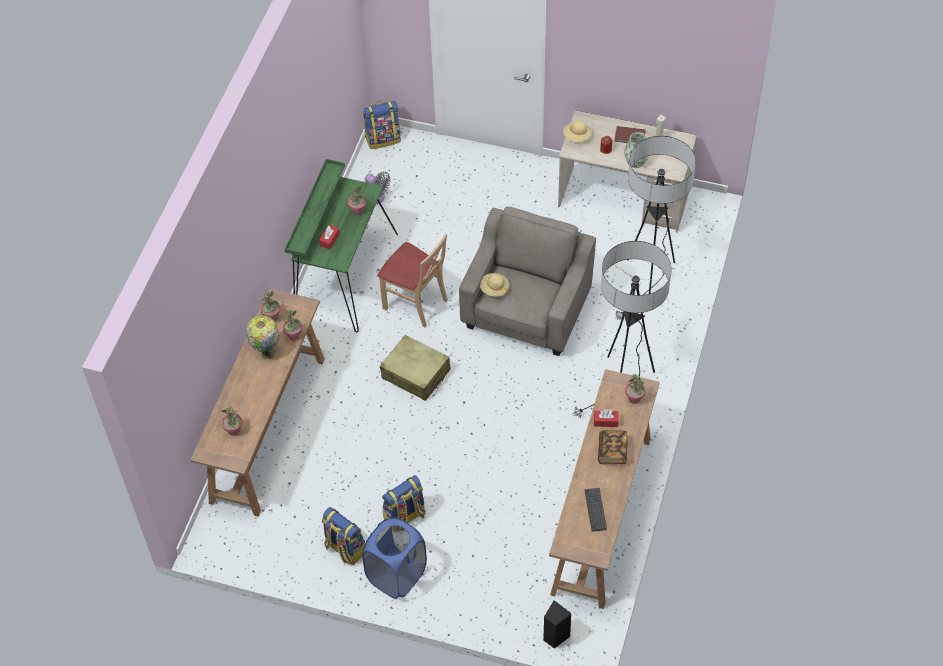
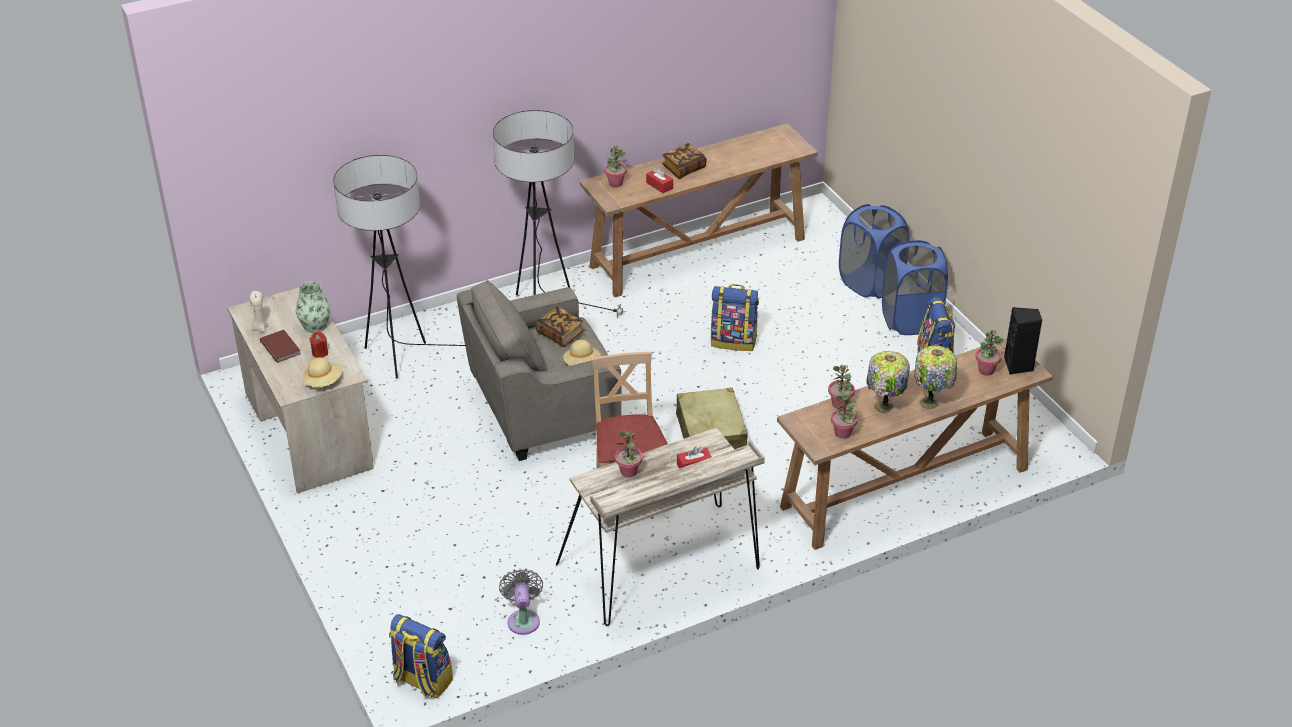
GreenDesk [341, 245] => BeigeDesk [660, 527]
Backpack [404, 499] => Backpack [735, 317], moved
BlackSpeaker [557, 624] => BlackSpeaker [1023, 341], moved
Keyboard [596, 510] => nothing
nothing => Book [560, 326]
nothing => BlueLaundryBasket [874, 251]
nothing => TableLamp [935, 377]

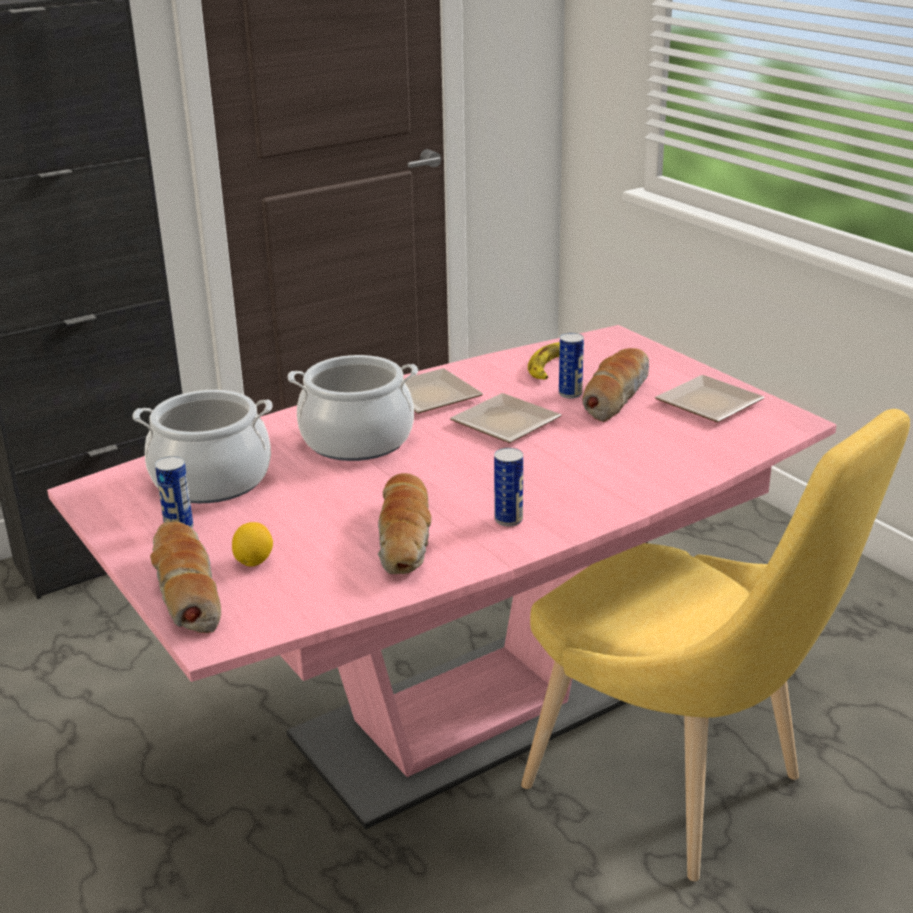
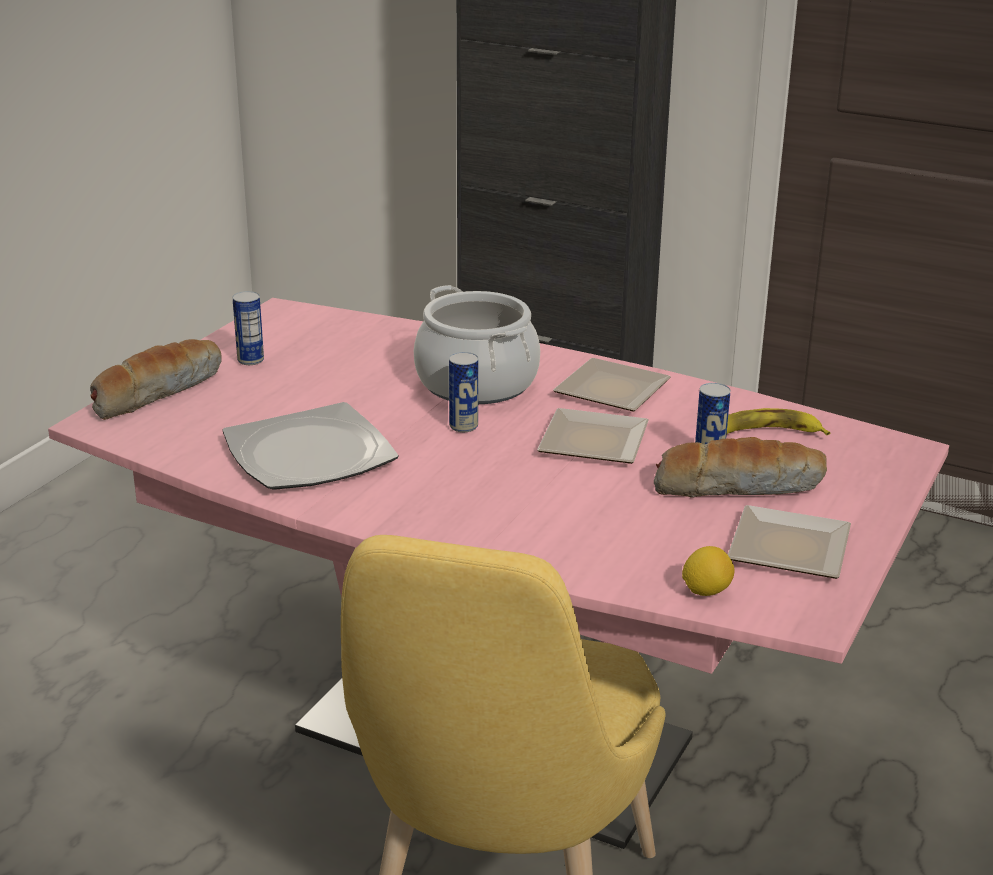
CookingPot [203, 446] => nothing
Lemon [252, 544] => Lemon [708, 571], moved
Bread [405, 523] => Plate [311, 446]
Can [508, 487] => Can [463, 392], moved

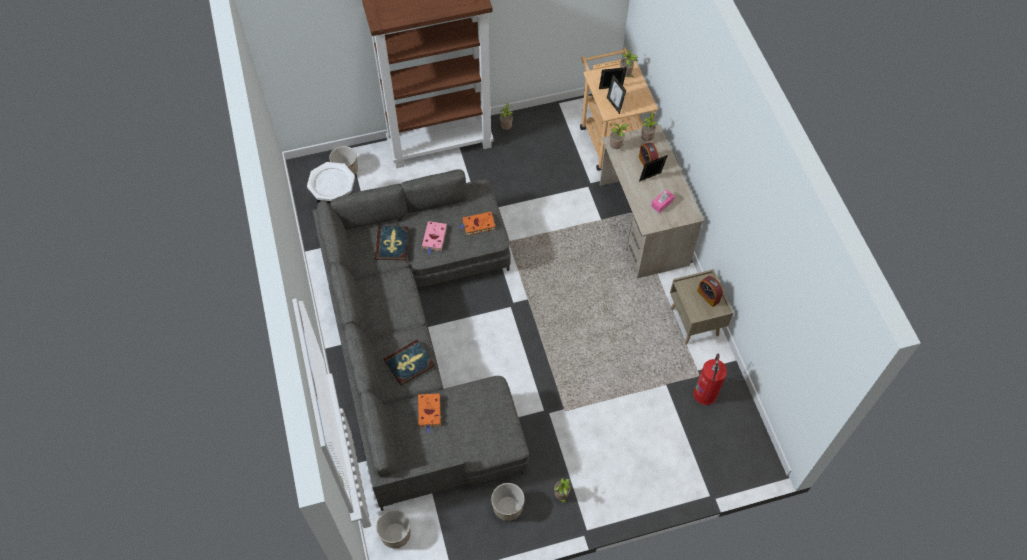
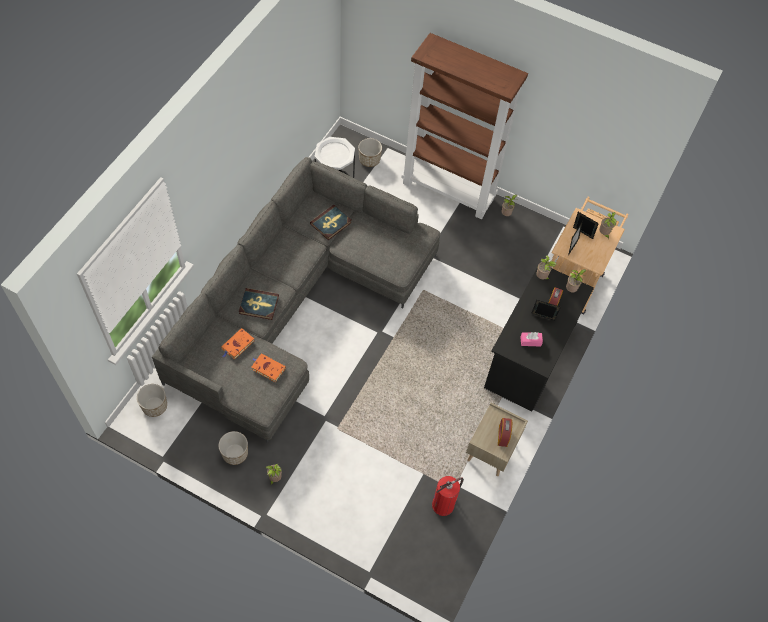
PinkBook [434, 238] => nothing
OrangeBook [477, 223] => OrangeBook [268, 367], moved
BeigeDesk [652, 201] => BlackDesk [539, 339]

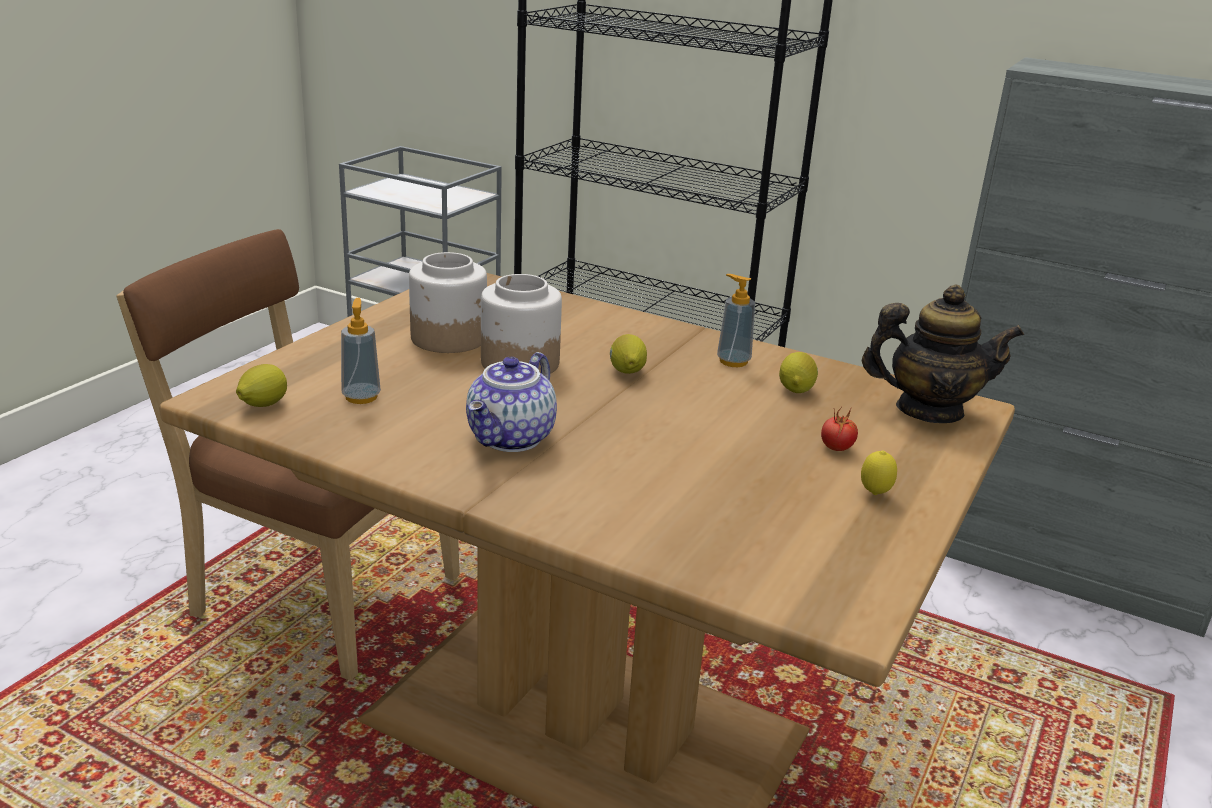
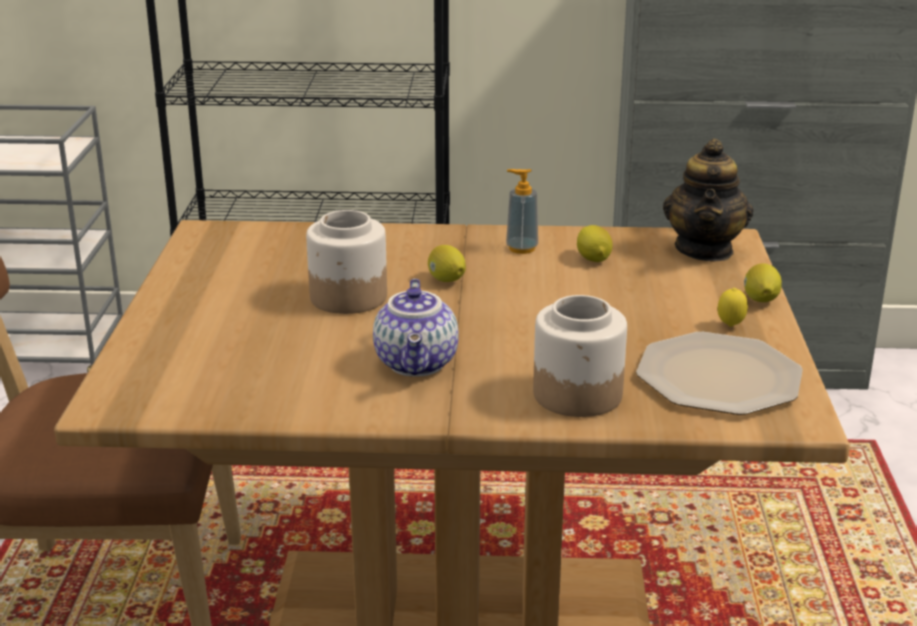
Lemon [261, 385] => Lemon [763, 282], moved
SoapDispenser [361, 351] => nothing
Jar [448, 302] => Jar [580, 356], moved
Tomato [839, 429] => nothing
Teapot [943, 354] => Teapot [708, 200], 120 degrees clockwise
nothing => Plate [719, 373]

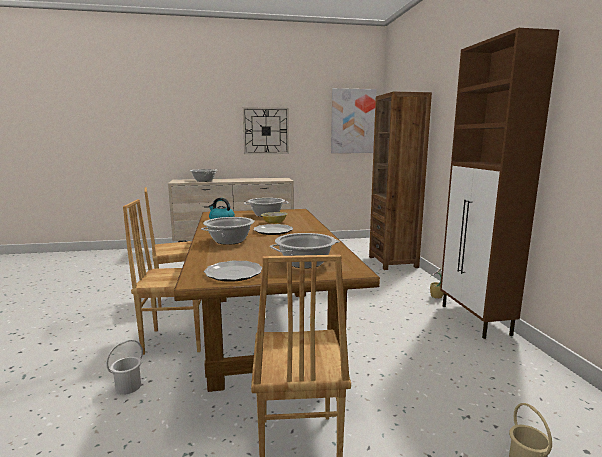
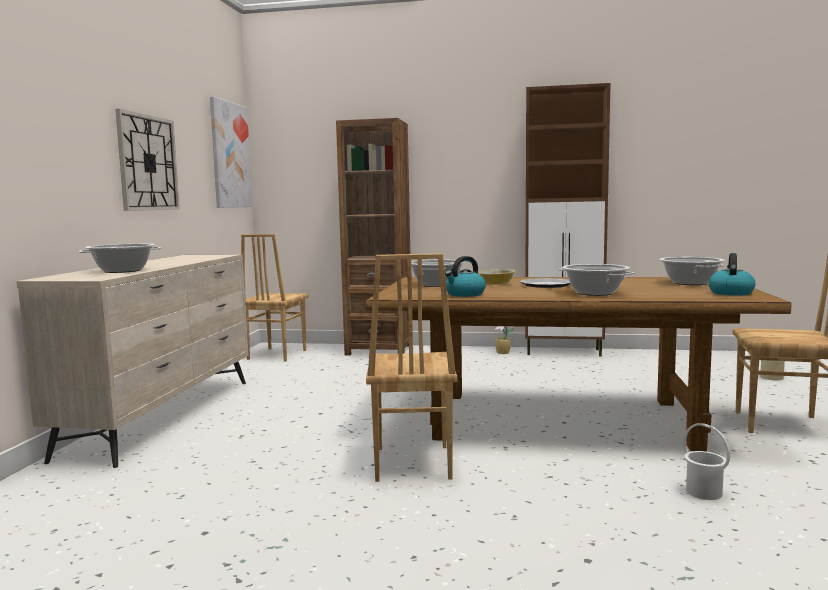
BrownChair [162, 277] => BrownChair [274, 298], moved
Plate [233, 271] => Kettle [732, 274]

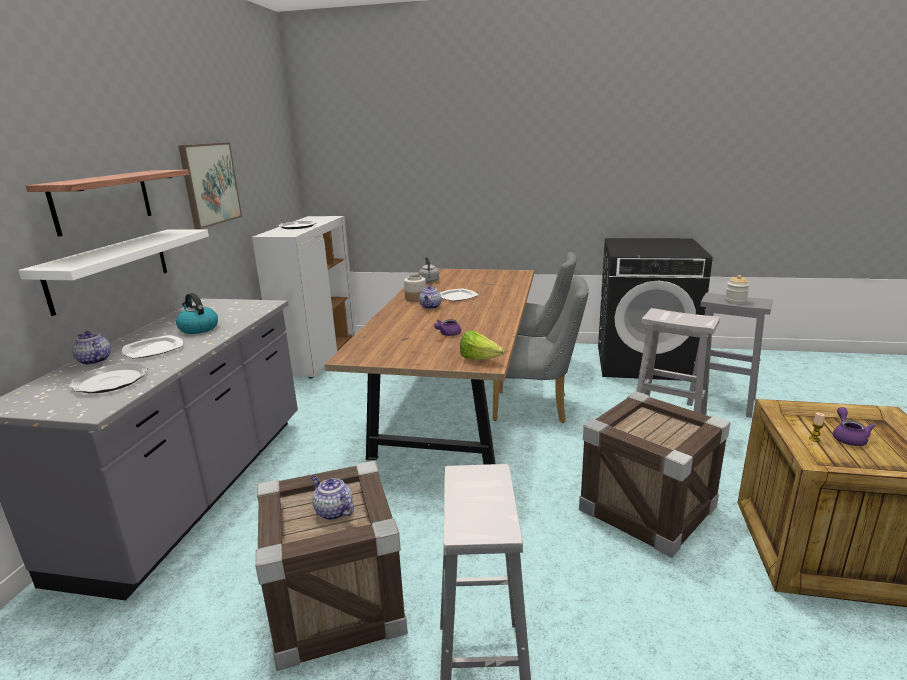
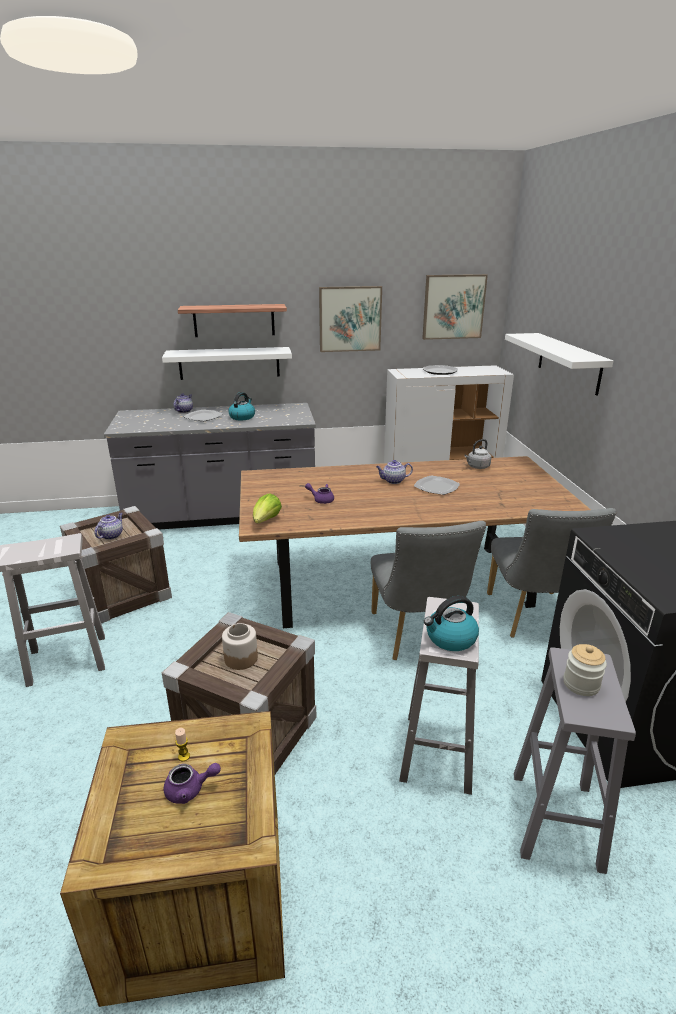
Plate [108, 378] => nothing
Jar [415, 288] => Jar [240, 646], moved
nothing => Picture [455, 307]
nothing => Kettle [451, 623]
nothing => WhiteShelf [559, 364]

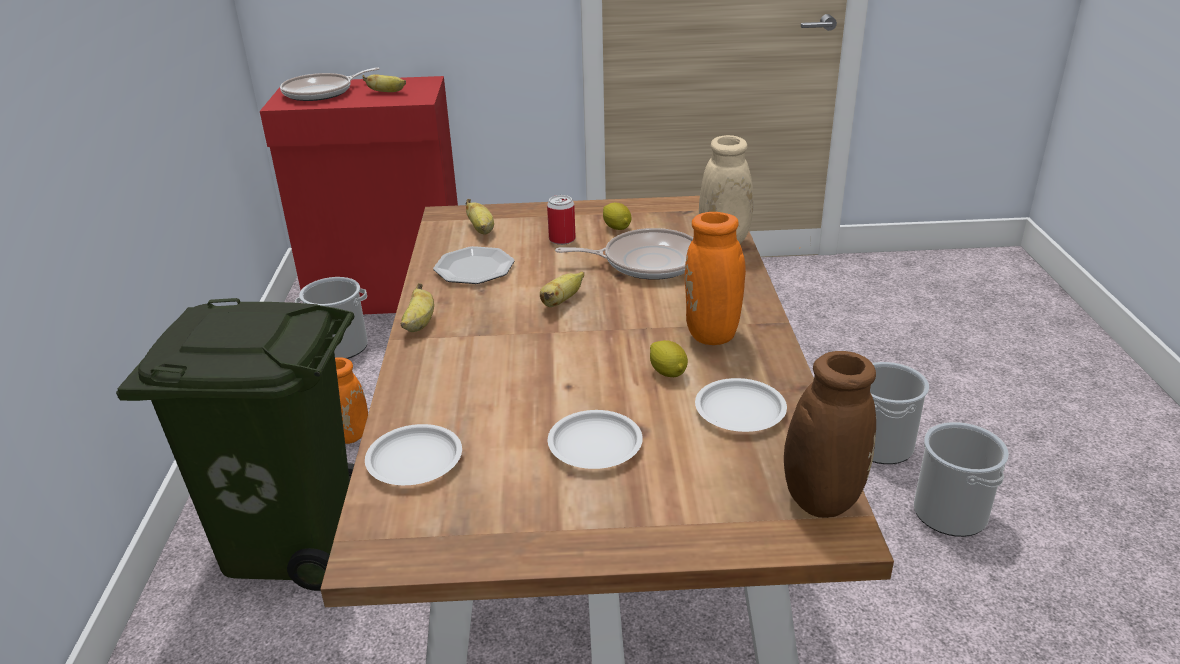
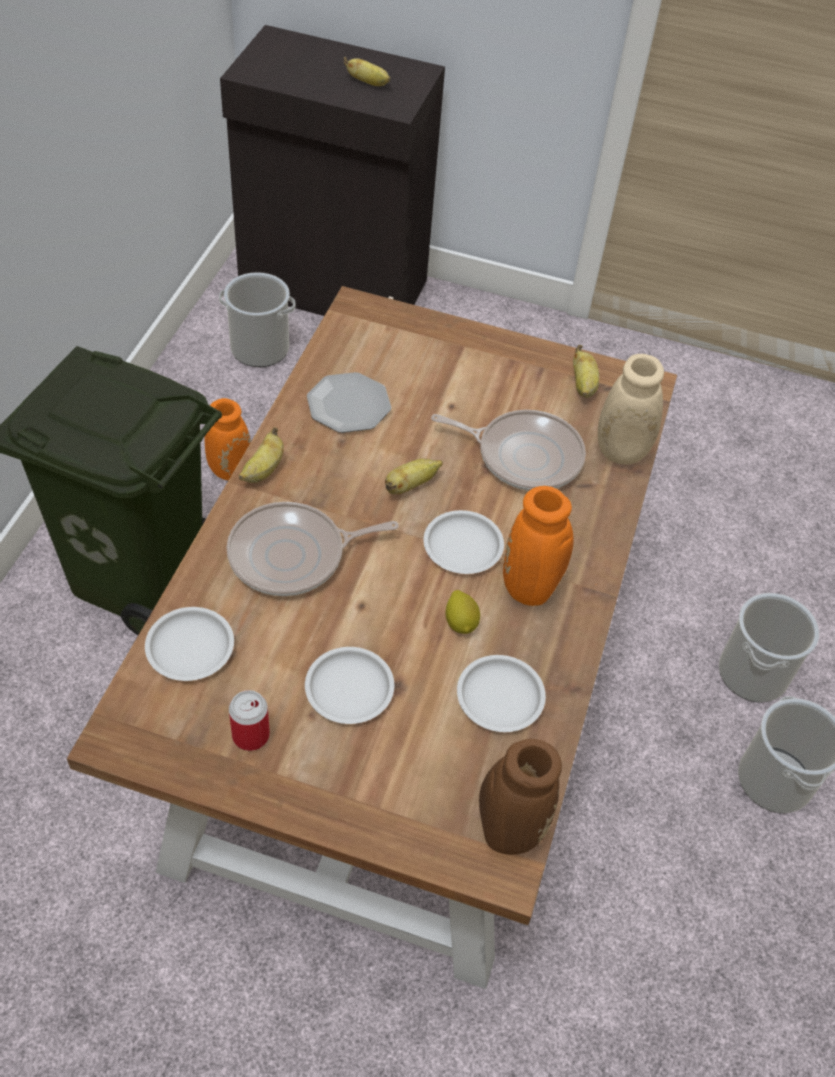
RedCabinet [359, 195] => BlackCabinet [332, 170]
FryingPan [330, 84] => FryingPan [313, 549], moved
Banana [480, 217] => Banana [586, 371], moved
Can [561, 220] => Can [249, 720], moved
Lemon [617, 216] => nothing
nothing => WhitePlate [463, 542]

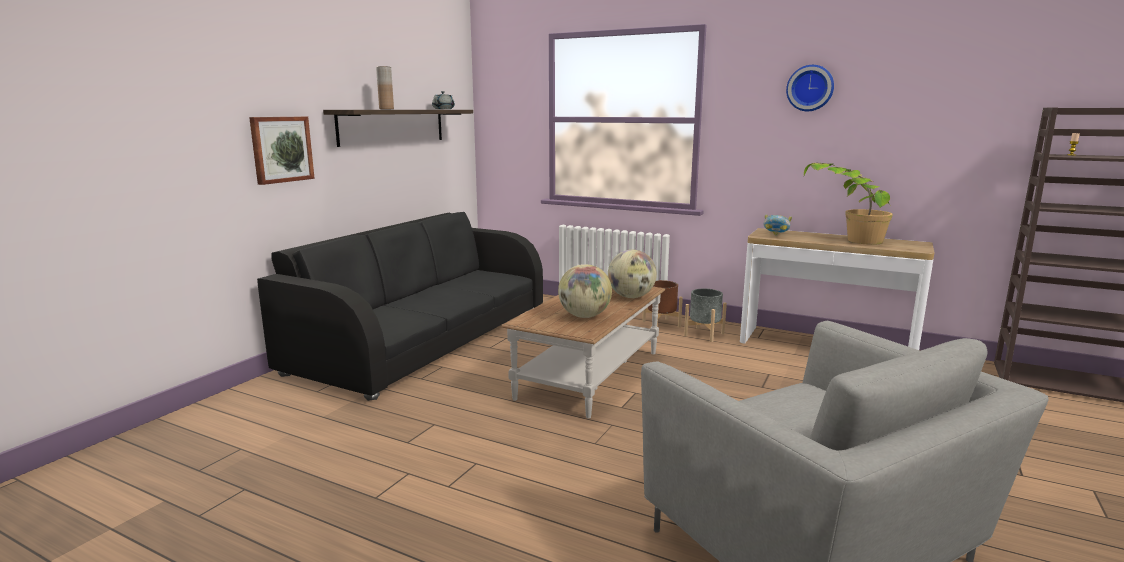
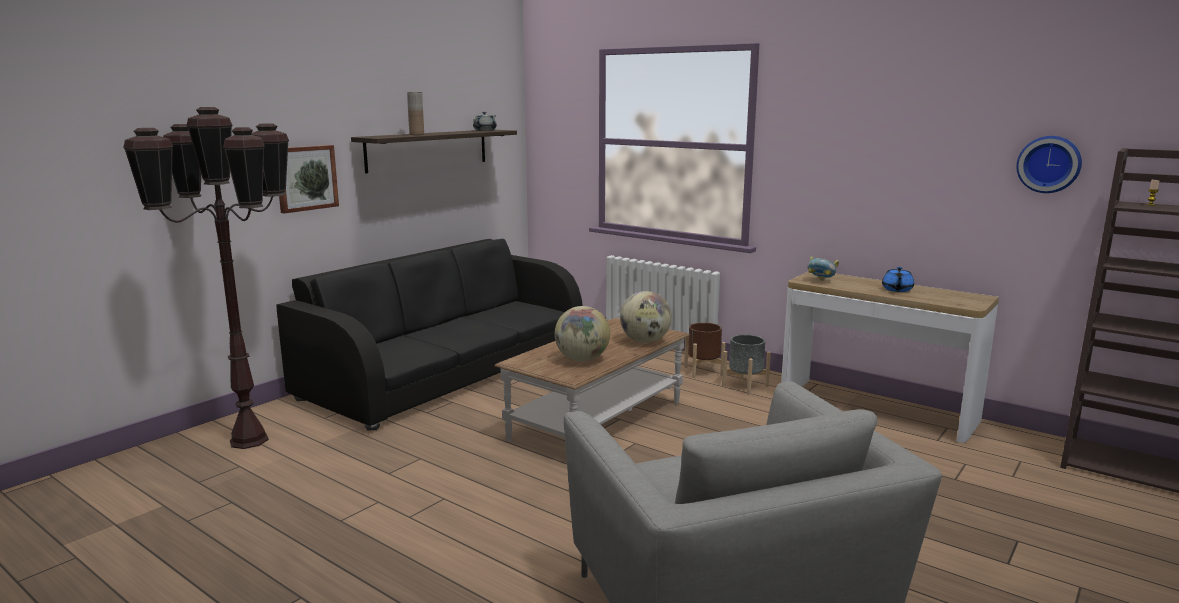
WallClock [810, 88] => WallClock [1049, 164], moved
PottedPlant [848, 204] => BlueTeapot [898, 279]
nothing => BrownFloorLamp [206, 278]

